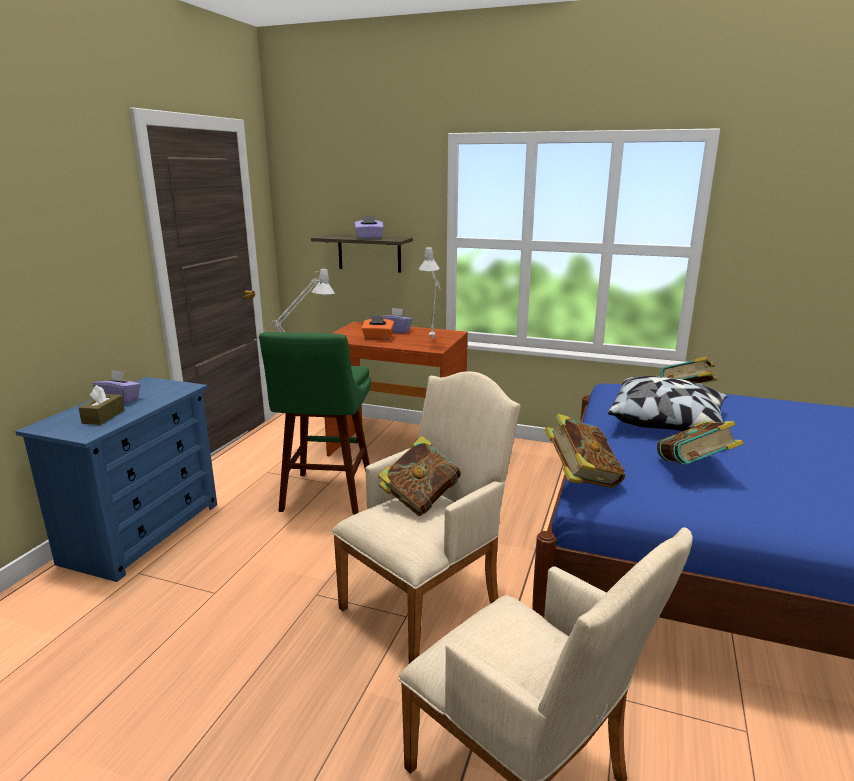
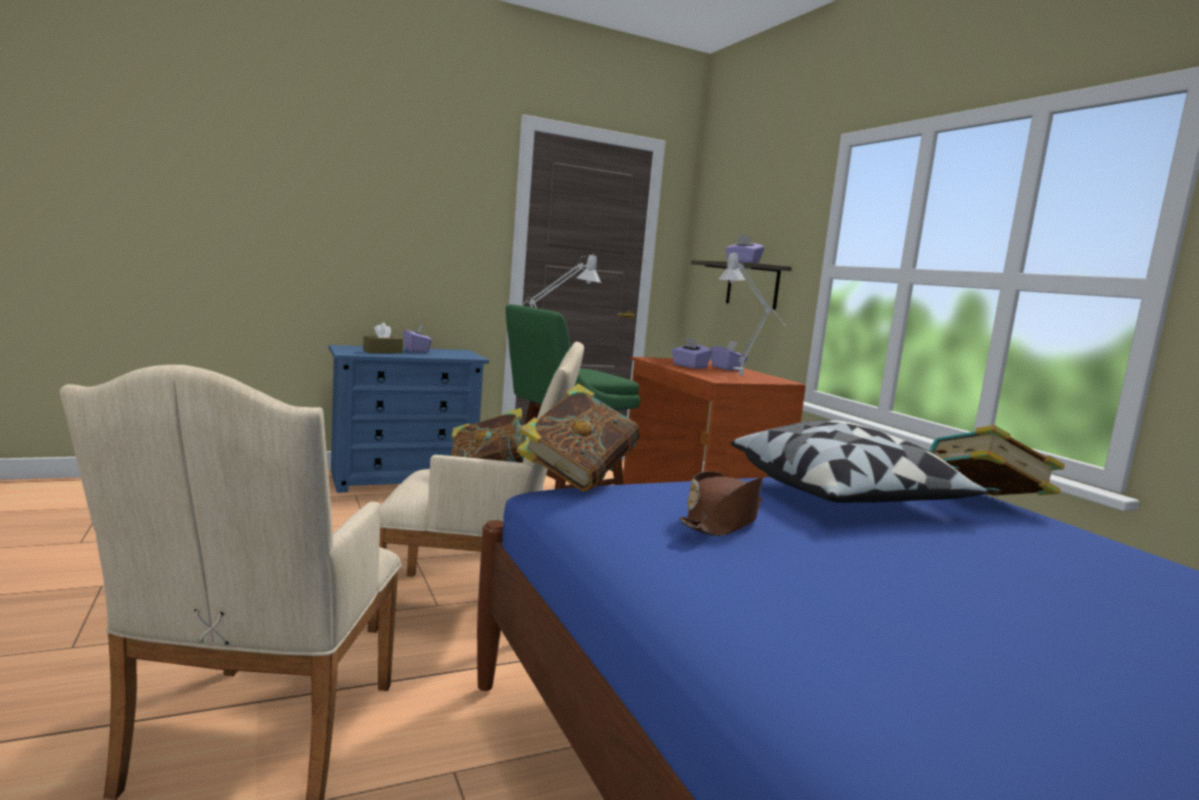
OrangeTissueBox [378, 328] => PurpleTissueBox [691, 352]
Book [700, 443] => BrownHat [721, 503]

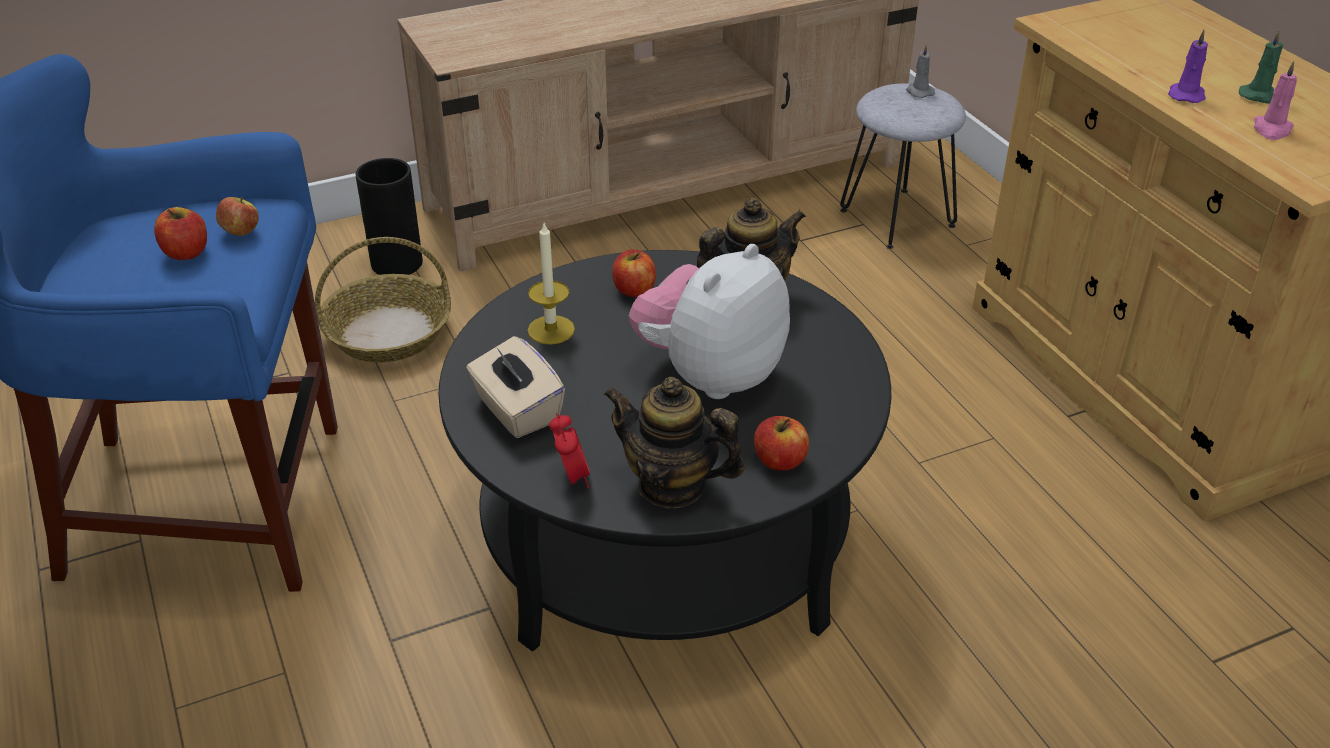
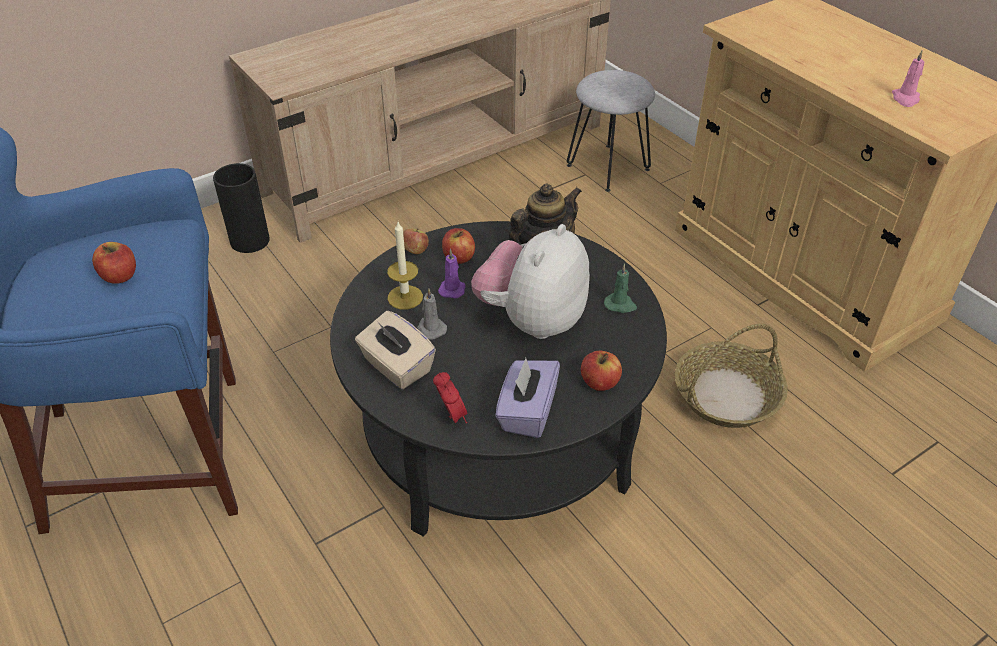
Apple [237, 216] => Apple [416, 241], moved
Basket [383, 299] => Basket [731, 376], moved
Teapot [674, 442] => PurpleTissueBox [527, 398]
GreyCandle [920, 71] => GreyCandle [432, 313], moved
PurpleCandle [1188, 66] => PurpleCandle [452, 274], moved
GreenCandle [1261, 67] => GreenCandle [620, 288], moved

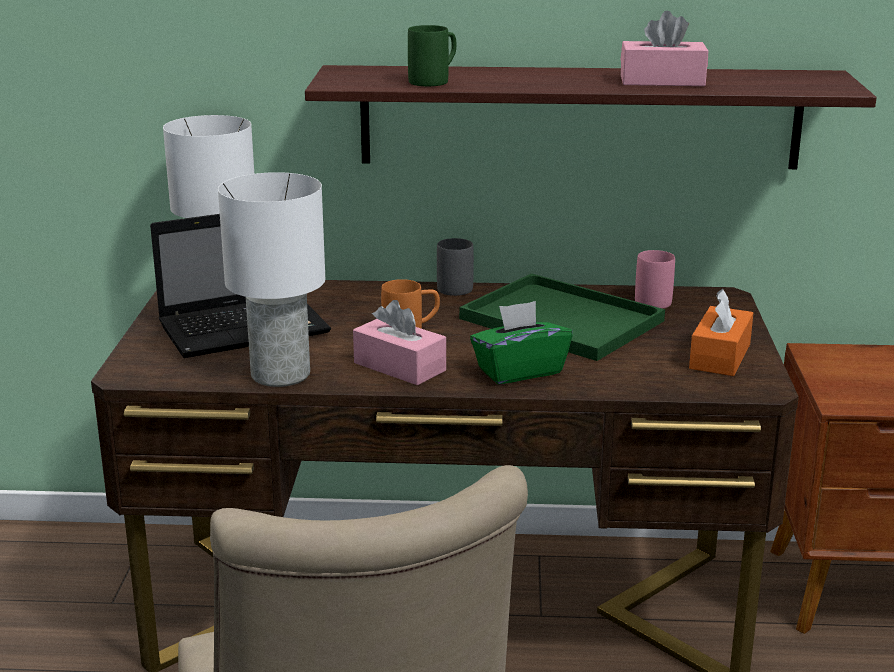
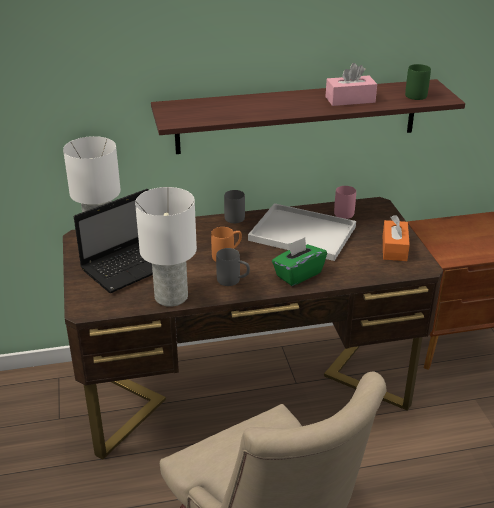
PinkTissueBox [399, 342] => GreyMug [233, 267]
GreenMug [432, 55] => GreenMug [418, 82], moved
GreenTray [562, 317] => WhiteTray [302, 232]

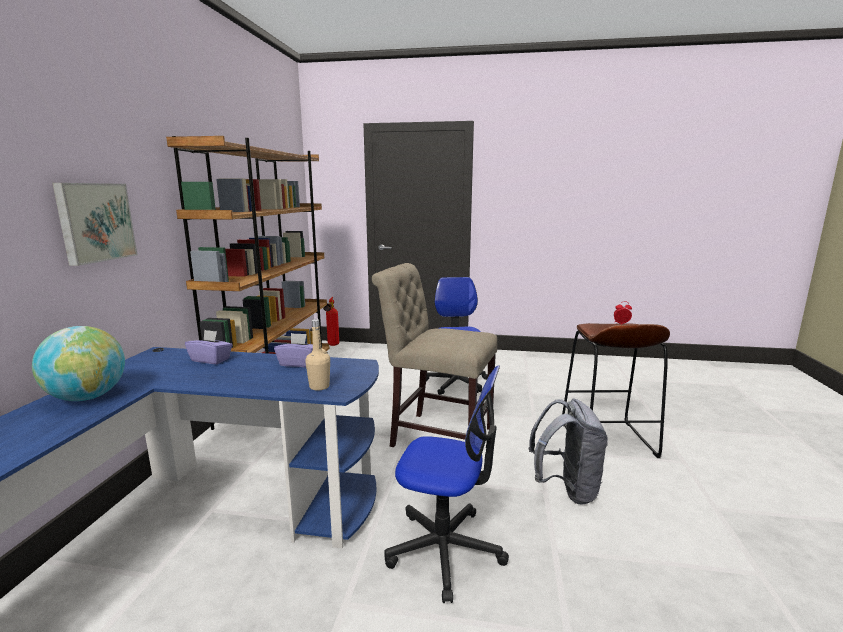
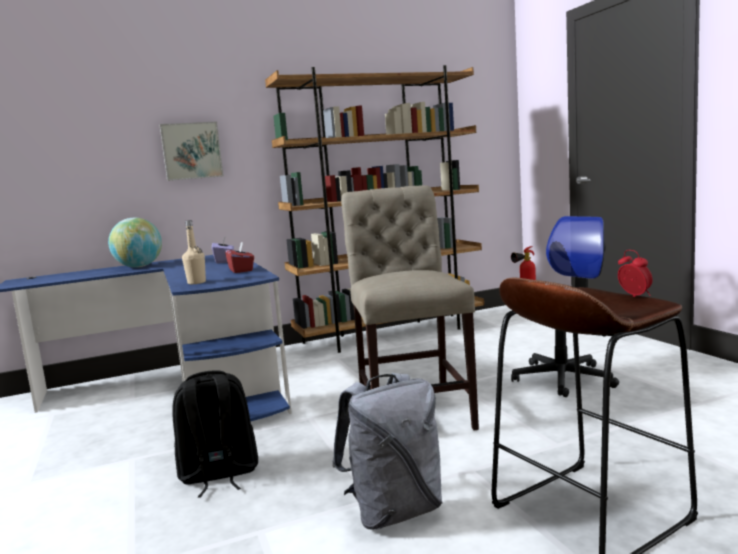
PurpleTissueBox [293, 350] => RedTissueBox [239, 257]
OfficeChair [446, 484] => BlackBackpack [215, 434]

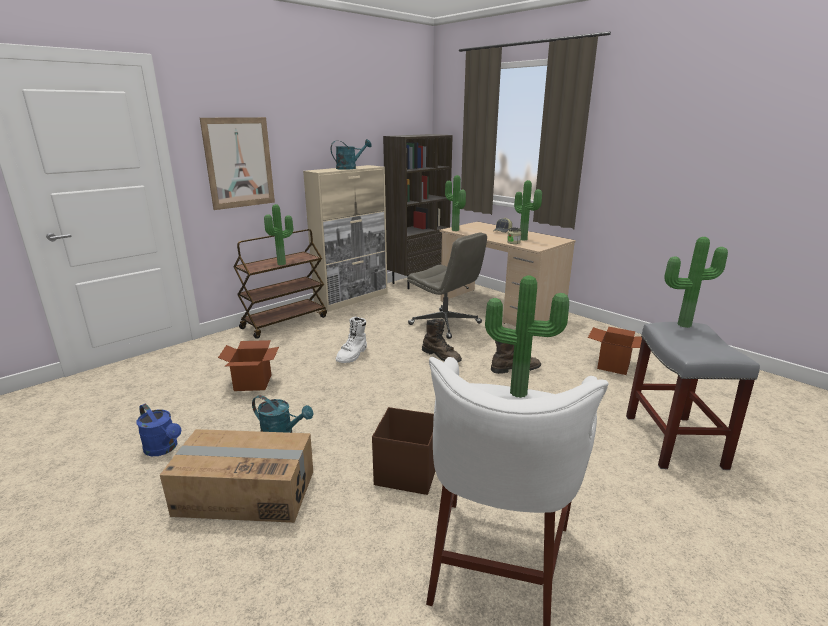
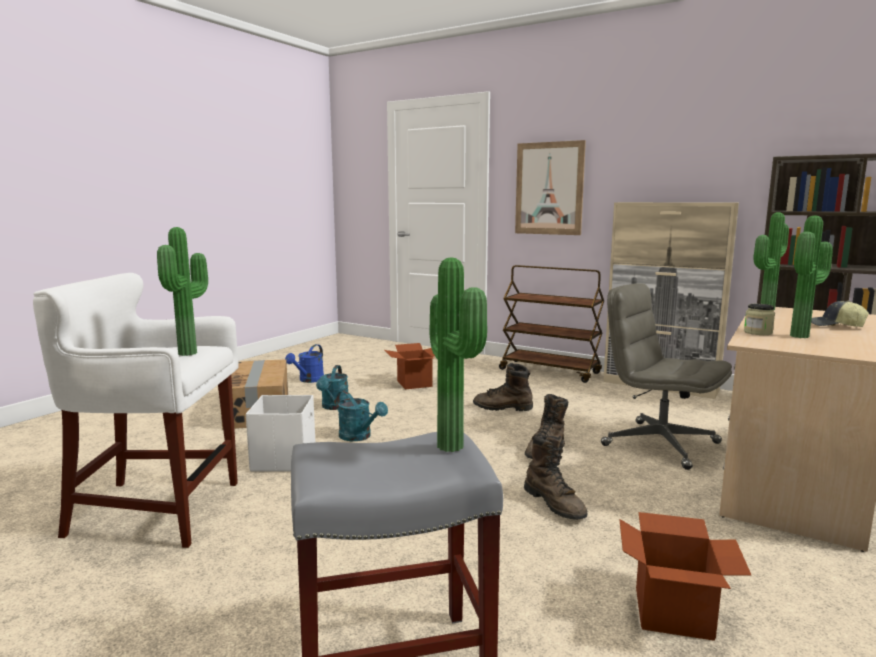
PottedPlant [278, 234] => nothing
TurquoiseWateringCan [351, 154] => TurquoiseWateringCan [362, 415], moved
WhiteBoot [351, 340] => BrownBoot [503, 387]
BrownStorageBox [403, 451] => WhiteStorageBox [280, 433]
GreyOfficeChair [447, 285] => GreyOfficeChair [666, 376], 105 degrees clockwise

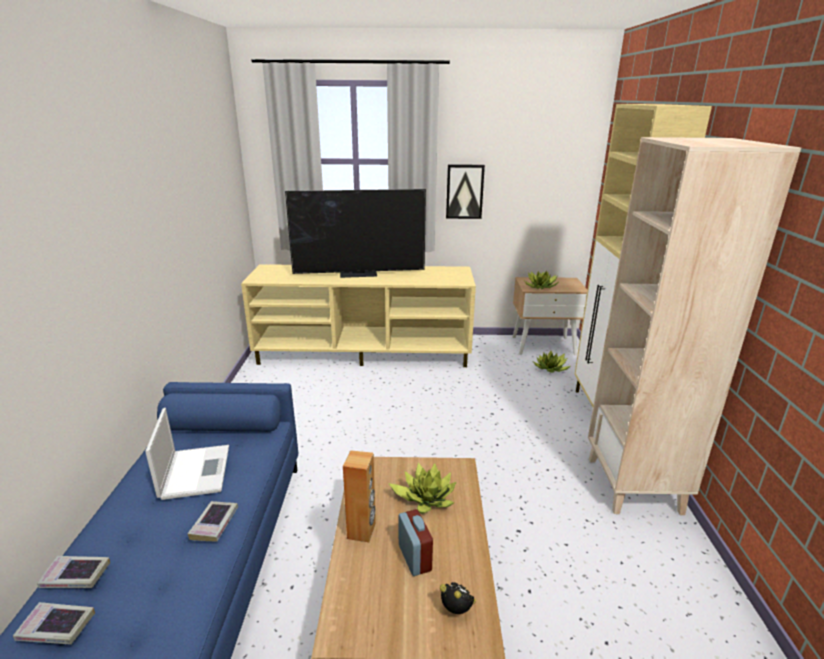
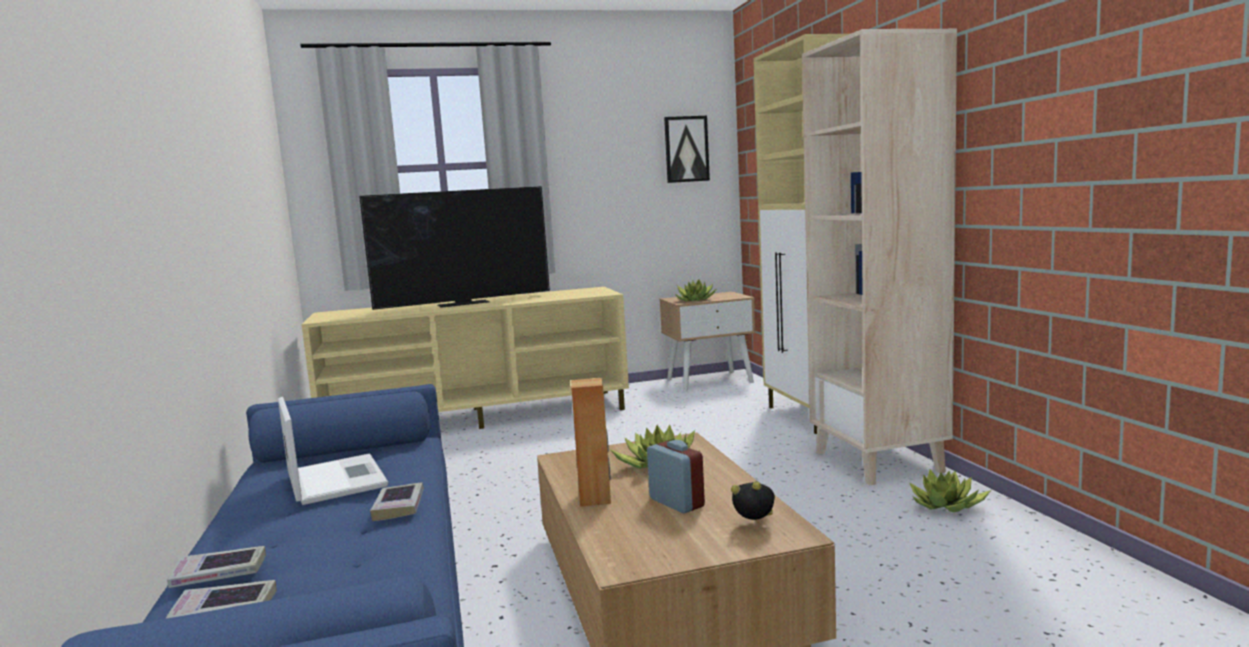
Picture [465, 191] => Picture [687, 149], moved
PottedPlant [552, 362] => PottedPlant [950, 490], moved

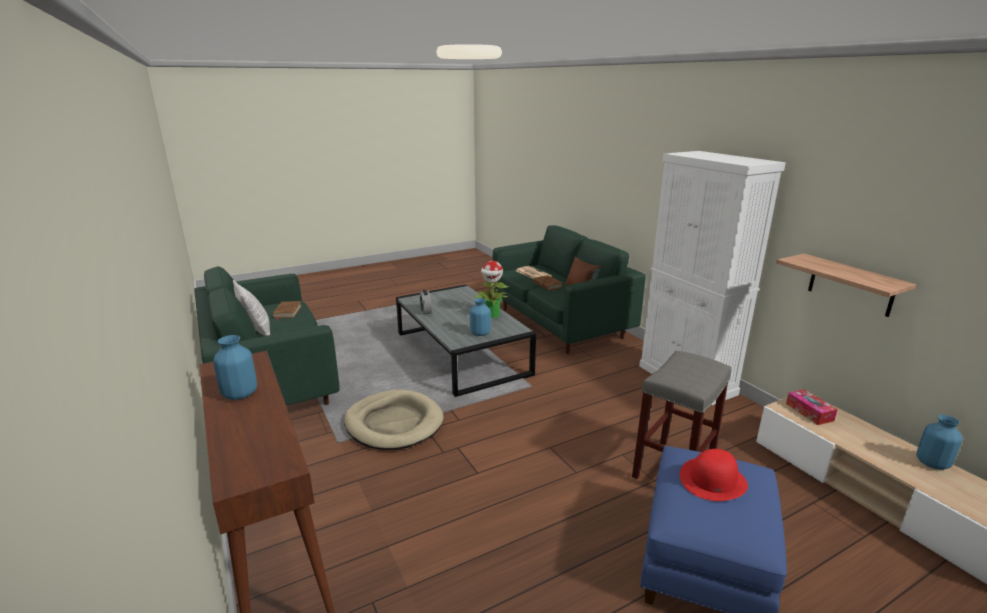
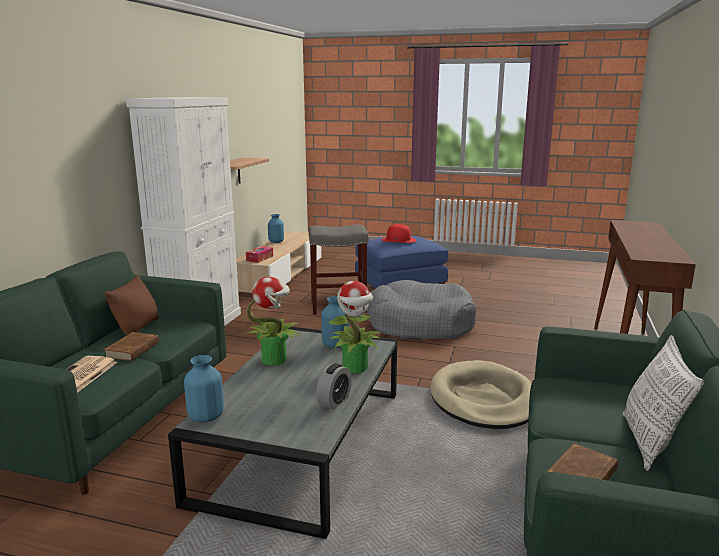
BlueVase [235, 367] => BlueVase [204, 389], moved
nothing => PottedPlant [354, 327]
nothing => GreyDogBed [421, 309]

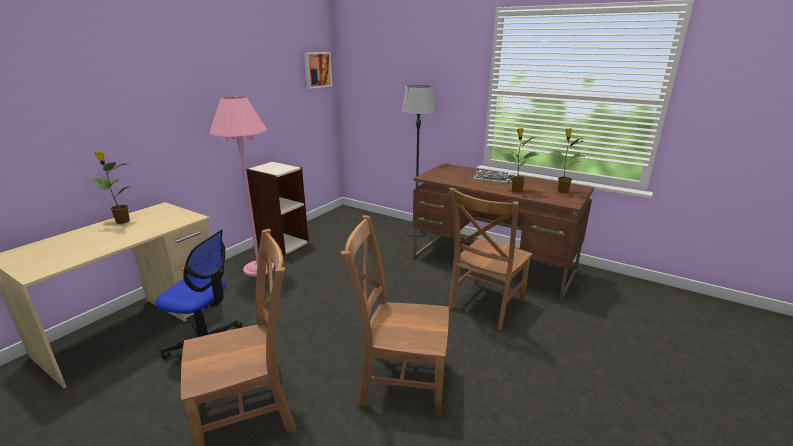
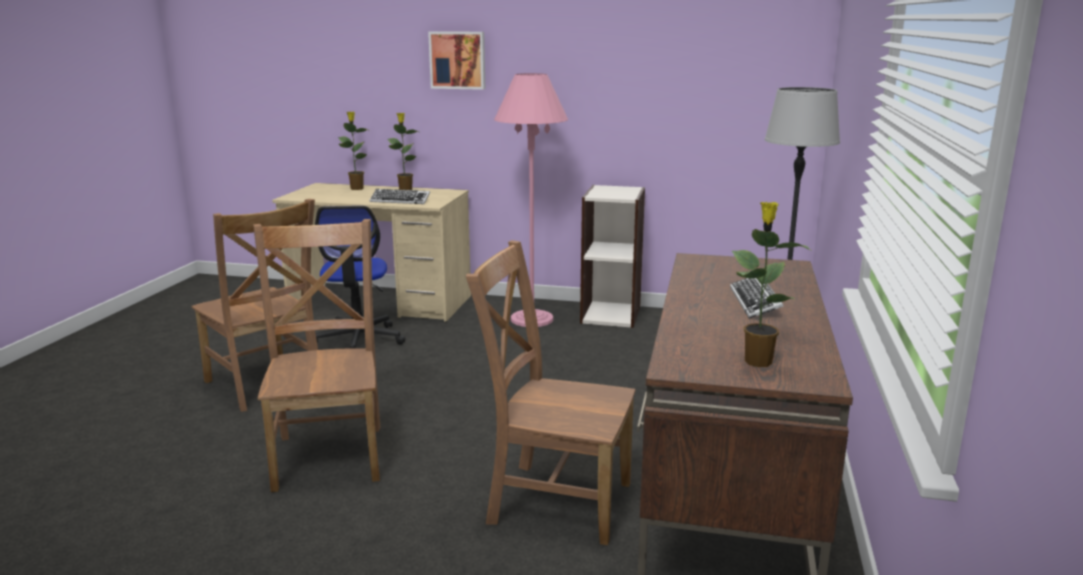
Picture [318, 70] => Picture [456, 60], moved
PottedPlant [519, 160] => PottedPlant [354, 151], moved
nothing => Keyboard [400, 196]

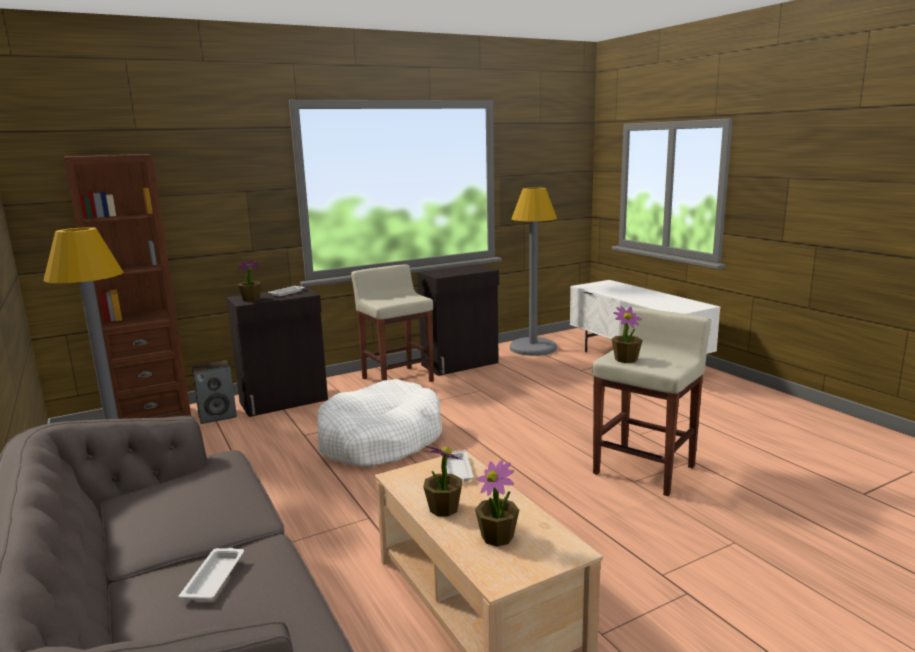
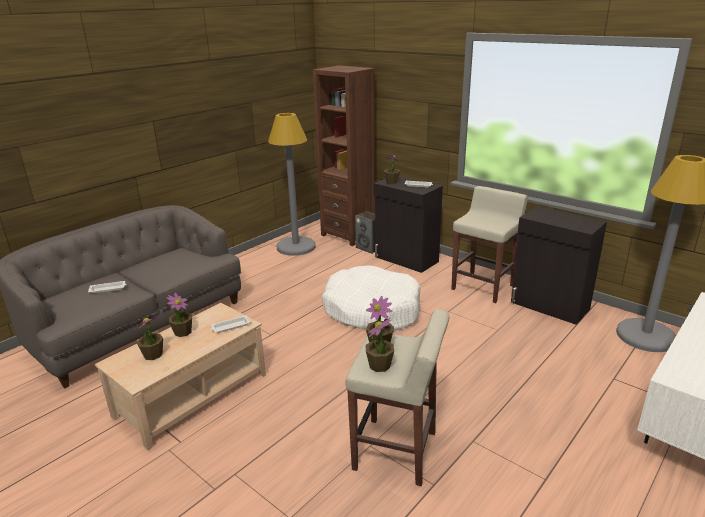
nothing => PottedPlant [379, 345]

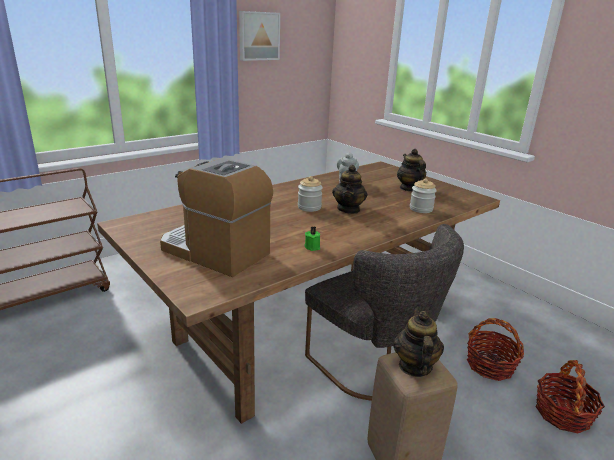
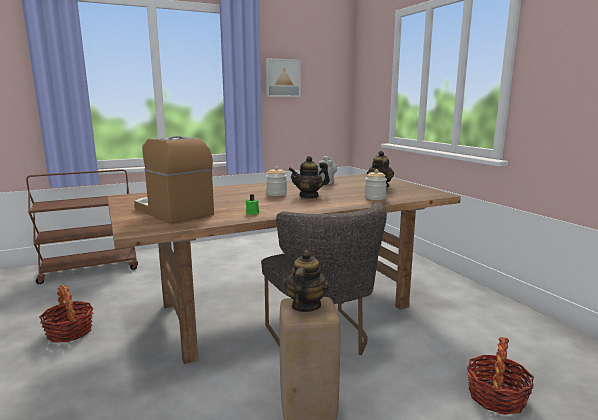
Teapot [350, 189] => Teapot [309, 177], 45 degrees clockwise
Basket [495, 349] => Basket [66, 314], moved

